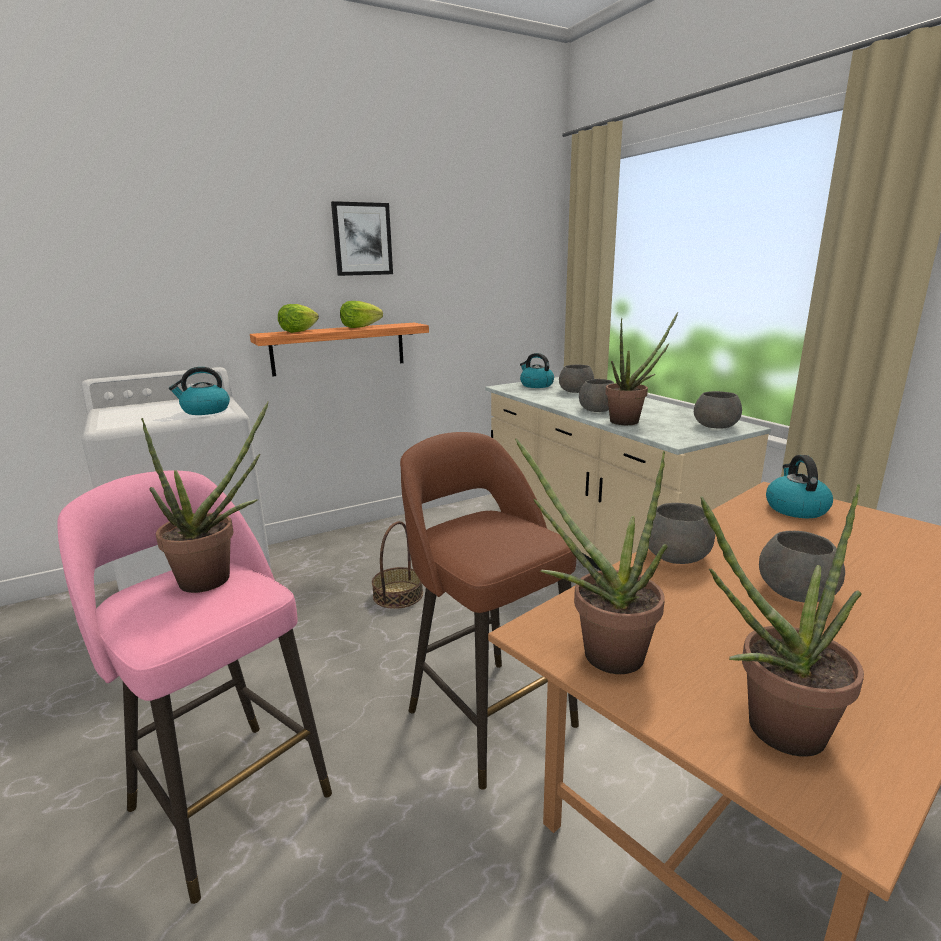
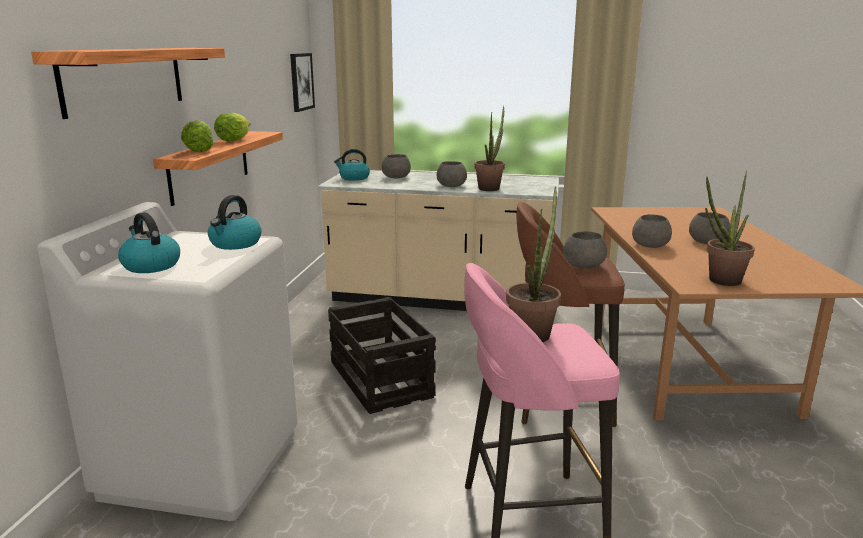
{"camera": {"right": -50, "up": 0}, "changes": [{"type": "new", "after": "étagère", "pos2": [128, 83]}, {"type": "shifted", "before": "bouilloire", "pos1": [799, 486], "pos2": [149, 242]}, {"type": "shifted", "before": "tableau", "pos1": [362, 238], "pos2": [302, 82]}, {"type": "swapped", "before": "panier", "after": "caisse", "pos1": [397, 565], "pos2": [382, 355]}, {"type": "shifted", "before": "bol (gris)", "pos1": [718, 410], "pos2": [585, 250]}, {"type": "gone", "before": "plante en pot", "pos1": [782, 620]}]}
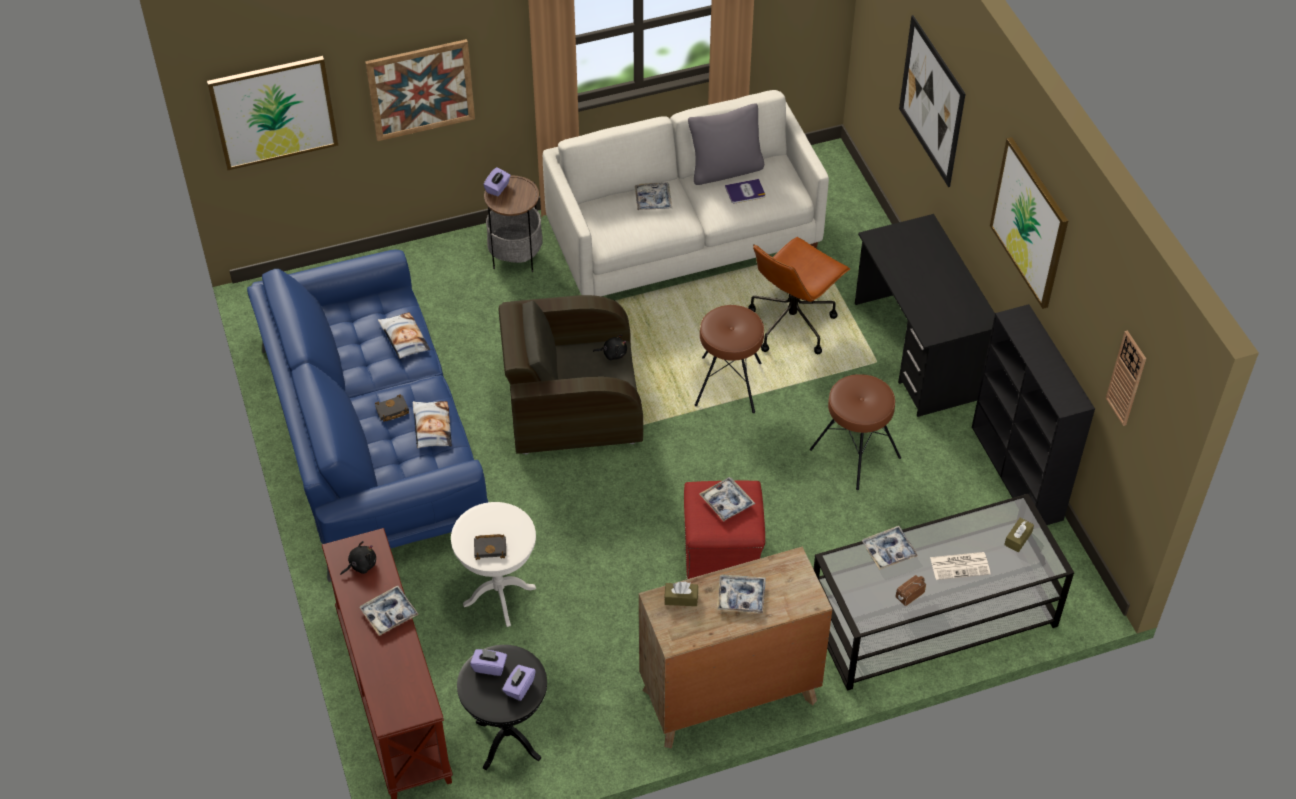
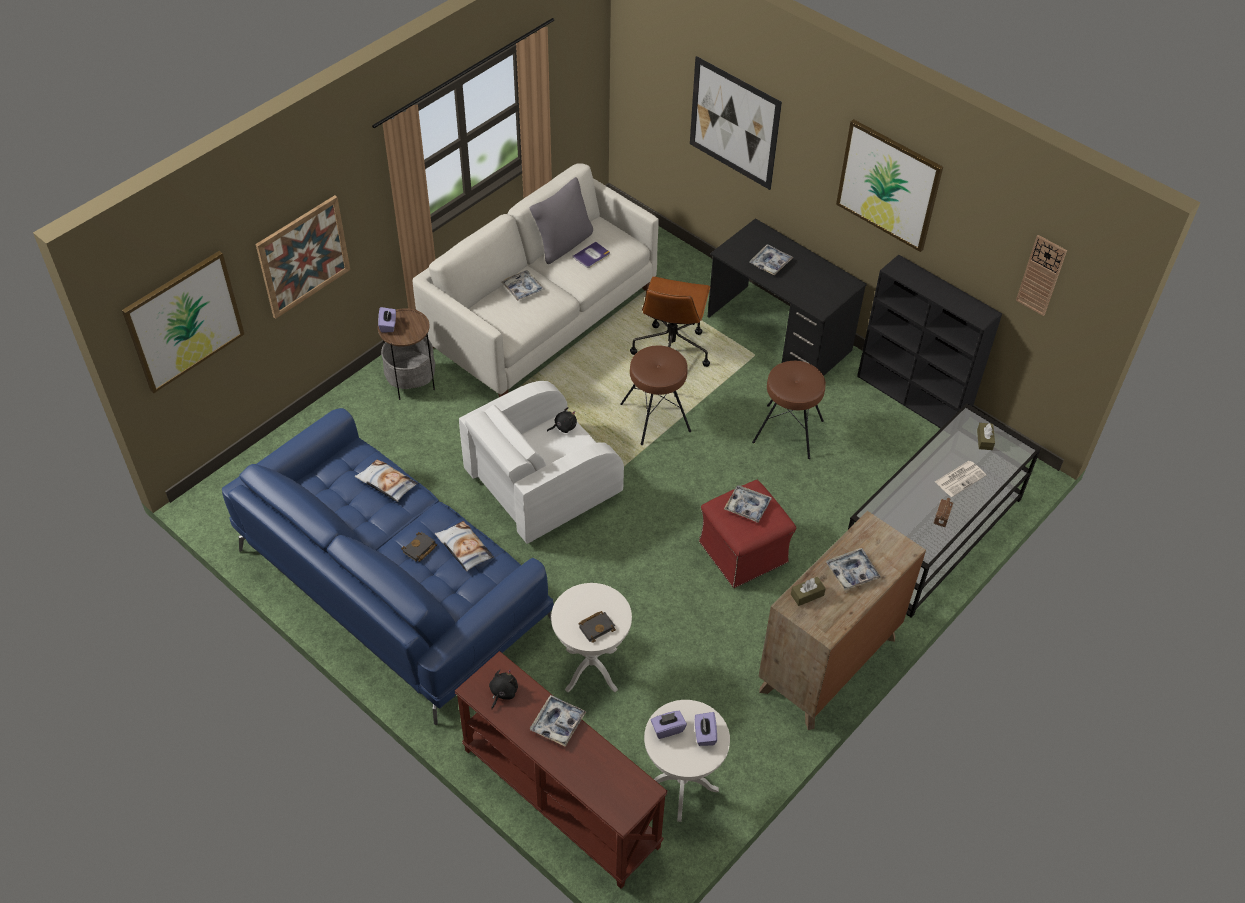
{"camera": {"right": -30, "up": 0}, "changes": [{"type": "repainted", "before": "fauteuil (marron)", "after": "fauteuil (blanc)", "pos1": [570, 375], "pos2": [541, 462]}, {"type": "repainted", "before": "table d'appoint (noir)", "after": "table d'appoint (blanc)", "pos1": [502, 707], "pos2": [687, 761]}, {"type": "shifted", "before": "plateau", "pos1": [889, 548], "pos2": [771, 260]}]}
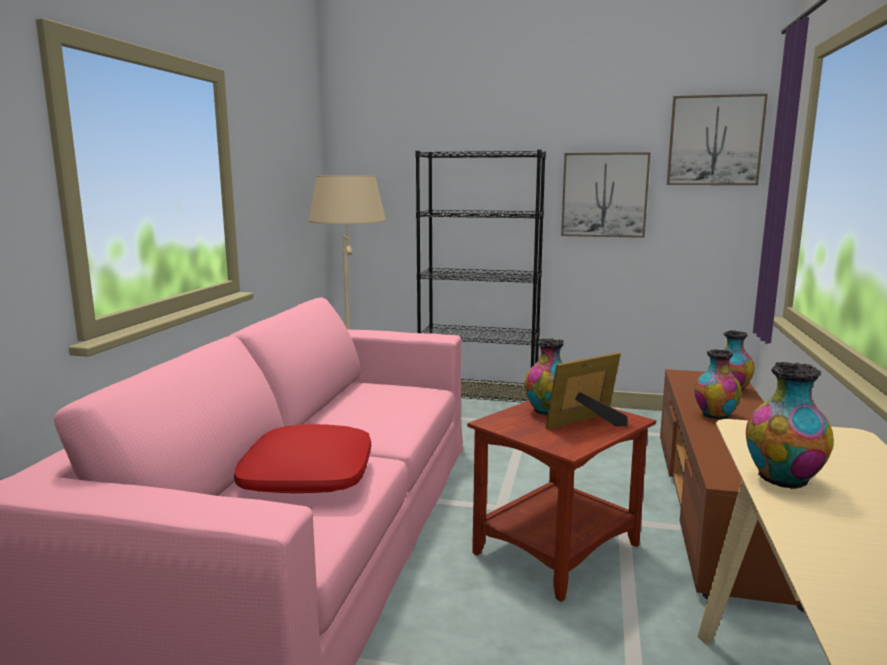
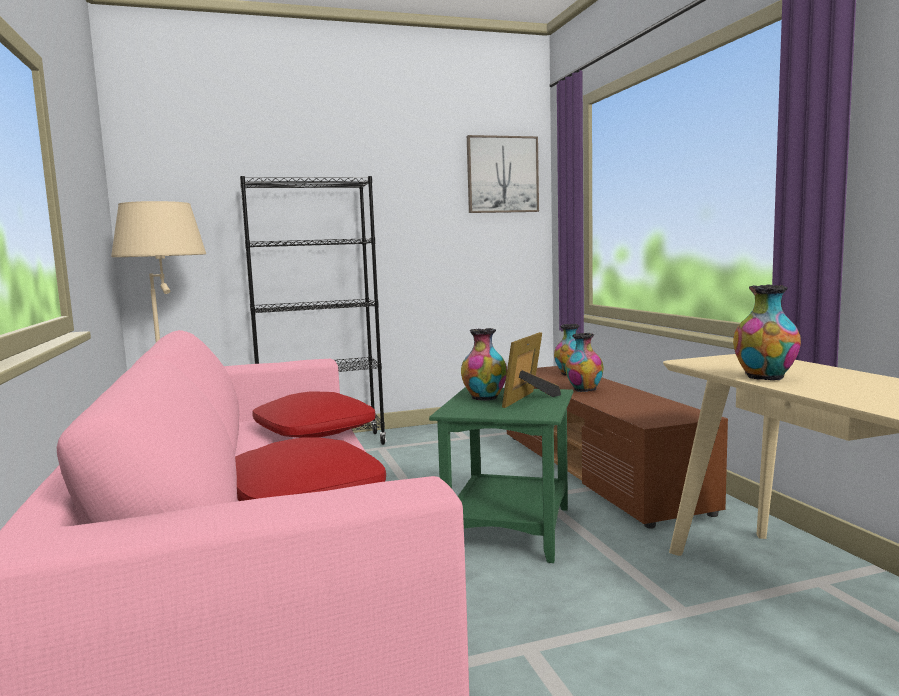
{"camera": {"right": -30, "up": -5}, "changes": [{"type": "new", "after": "coussin (rouge)", "pos2": [314, 414]}, {"type": "repainted", "before": "table d'appoint (marron)", "after": "table d'appoint (vert)", "pos1": [561, 501], "pos2": [501, 475]}, {"type": "gone", "before": "tableau", "pos1": [606, 195]}]}
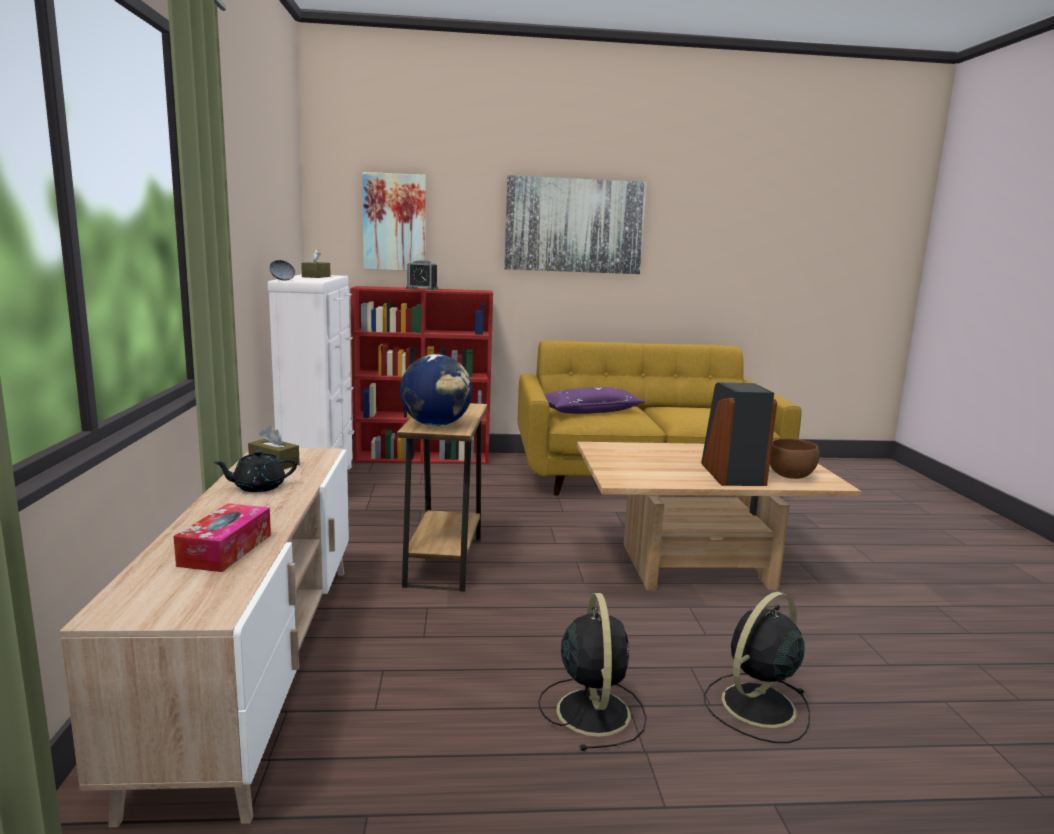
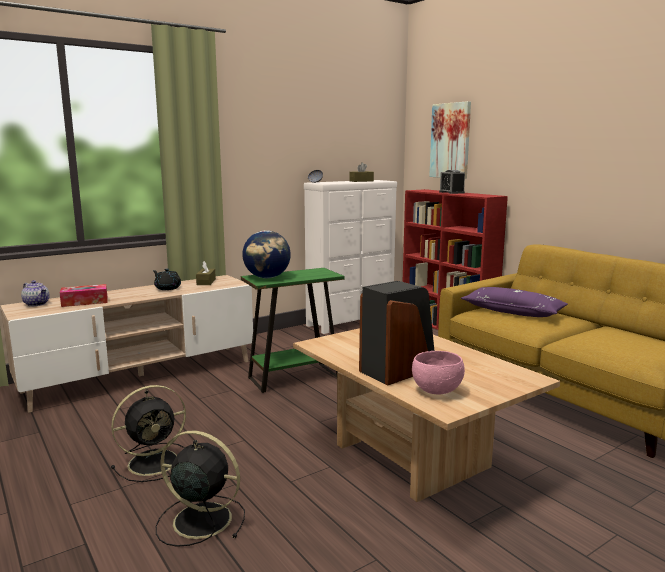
{"camera": {"right": 60, "up": 0}, "changes": [{"type": "new", "after": "théière", "pos2": [35, 293]}, {"type": "repainted", "before": "table d'appoint (marron)", "after": "table d'appoint (vert)", "pos1": [442, 497], "pos2": [292, 330]}, {"type": "repainted", "before": "bol (marron)", "after": "bol (rose)", "pos1": [795, 458], "pos2": [438, 373]}, {"type": "gone", "before": "tableau", "pos1": [575, 224]}]}
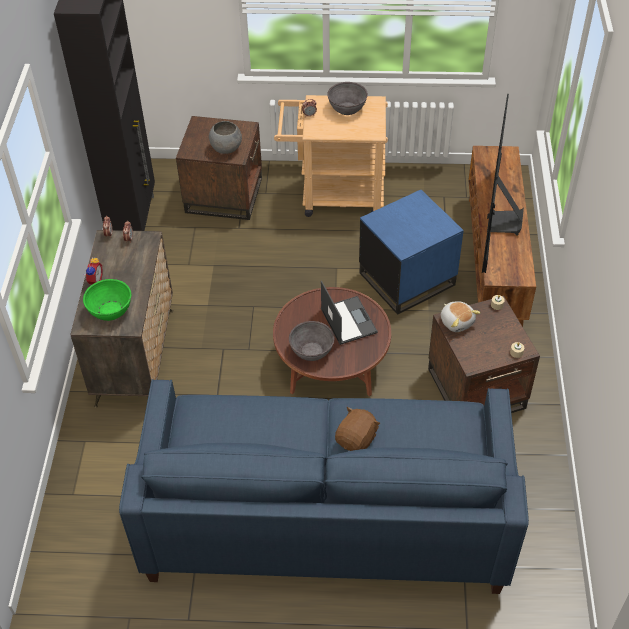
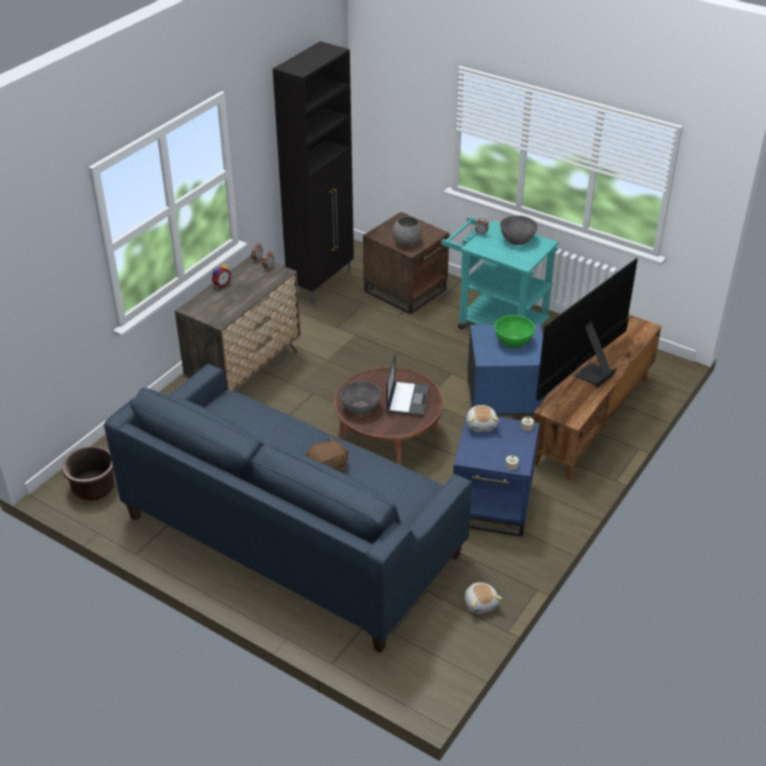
{"camera": {"right": 30, "up": -10}, "changes": [{"type": "new", "after": "cache-pot (marron)", "pos2": [89, 473]}, {"type": "repainted", "before": "chariot (beige)", "after": "chariot (turquoise)", "pos1": [331, 156], "pos2": [500, 273]}, {"type": "repainted", "before": "table d'appoint (marron)", "after": "table d'appoint (bleu)", "pos1": [484, 354], "pos2": [496, 475]}, {"type": "new", "after": "peluche", "pos2": [483, 598]}, {"type": "shifted", "before": "bol (vert)", "pos1": [107, 300], "pos2": [514, 331]}]}
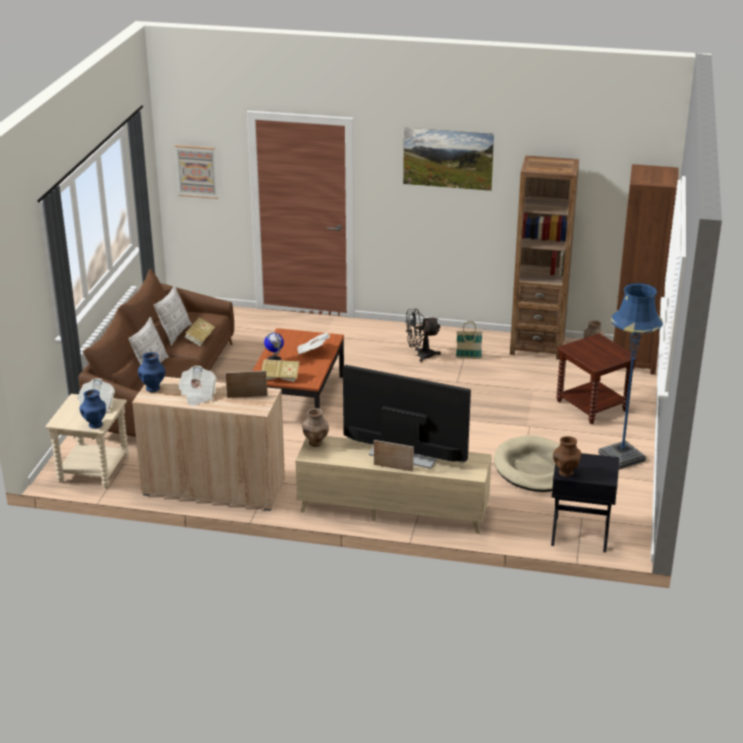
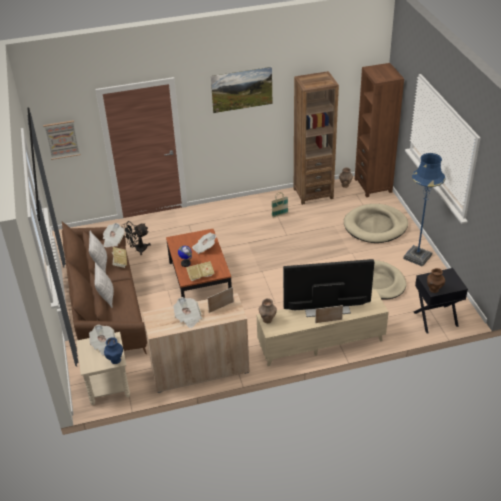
{"camera": {"right": -25, "up": 10}, "changes": [{"type": "new", "after": "journal", "pos2": [114, 235]}, {"type": "shifted", "before": "ventilateur (noir)", "pos1": [423, 335], "pos2": [136, 238]}, {"type": "swapped", "before": "table d'appoint (marron)", "after": "panier pour chien (beige)", "pos1": [597, 378], "pos2": [376, 223]}, {"type": "gone", "before": "vase (bleu)", "pos1": [151, 372]}]}
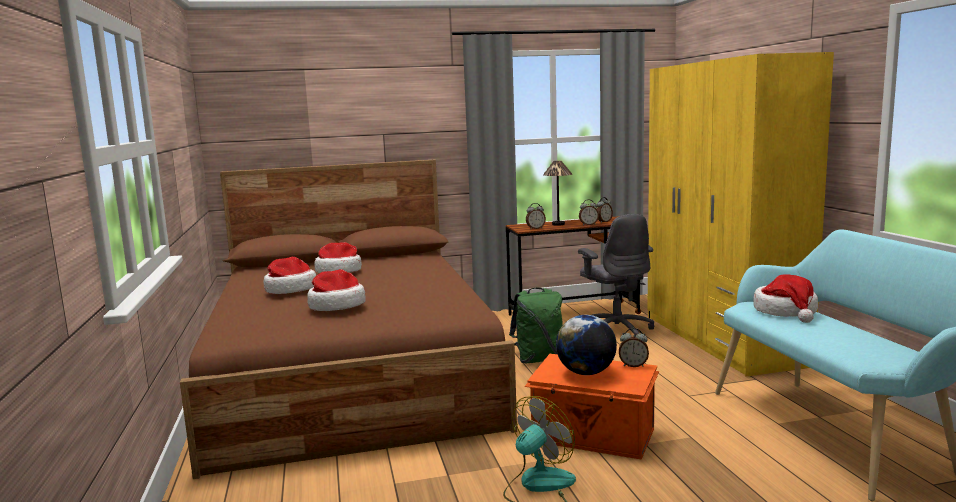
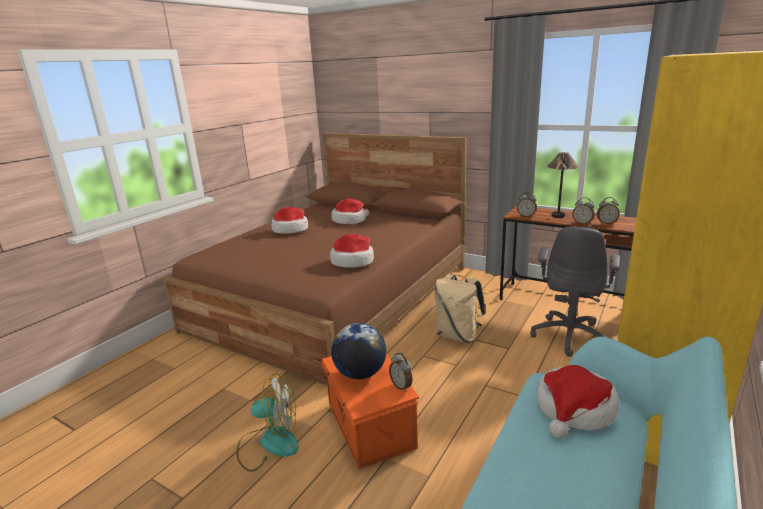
{"camera": {"right": 45, "up": 10}, "changes": [{"type": "shifted", "before": "chapeau", "pos1": [336, 290], "pos2": [352, 251]}, {"type": "repainted", "before": "sac à dos (vert)", "after": "sac à dos (beige)", "pos1": [536, 325], "pos2": [460, 308]}]}
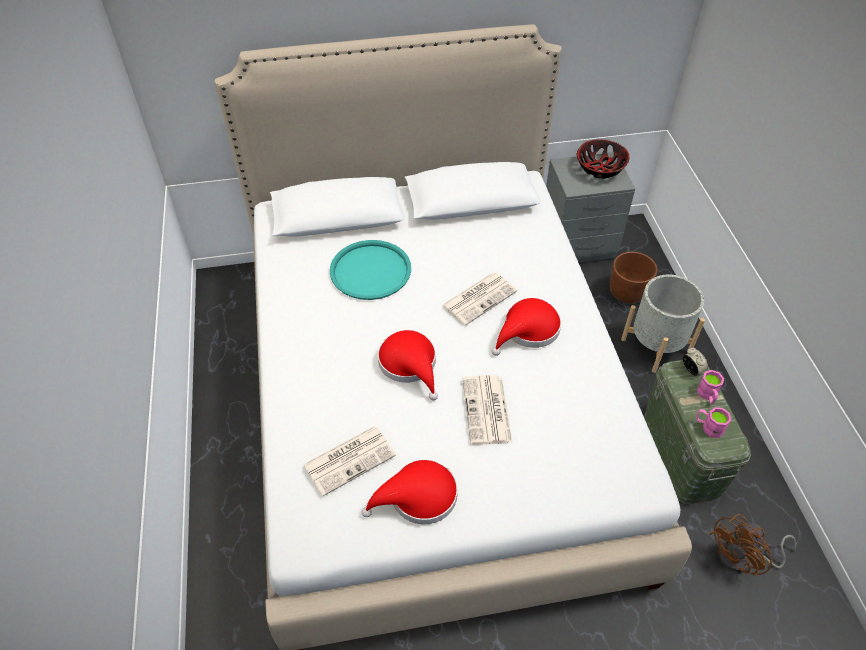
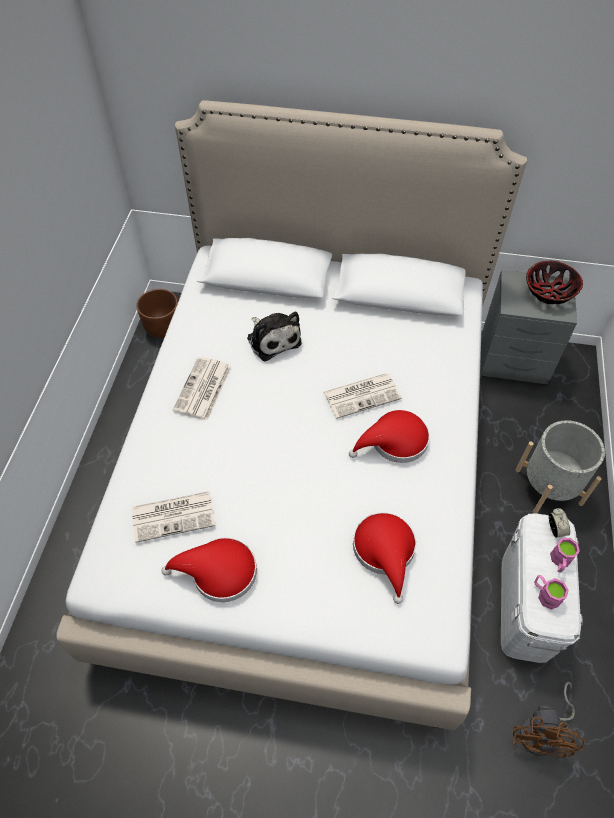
{"camera": {"right": 20, "up": 5}, "changes": [{"type": "shifted", "before": "cache-pot (marron)", "pos1": [633, 278], "pos2": [157, 313]}, {"type": "shifted", "before": "journal", "pos1": [487, 410], "pos2": [202, 388]}, {"type": "swapped", "before": "plateau (turquoise)", "after": "peluche", "pos1": [370, 270], "pos2": [274, 336]}, {"type": "shifted", "before": "chapeau (rouge)", "pos1": [408, 365], "pos2": [384, 558]}, {"type": "repainted", "before": "boîte de rangement (vert)", "after": "boîte de rangement (blanc)", "pos1": [697, 432], "pos2": [542, 588]}, {"type": "rotated", "before": "ventilateur (marron)", "pos1": [753, 544], "pos2": [549, 720], "turn": -60}]}
